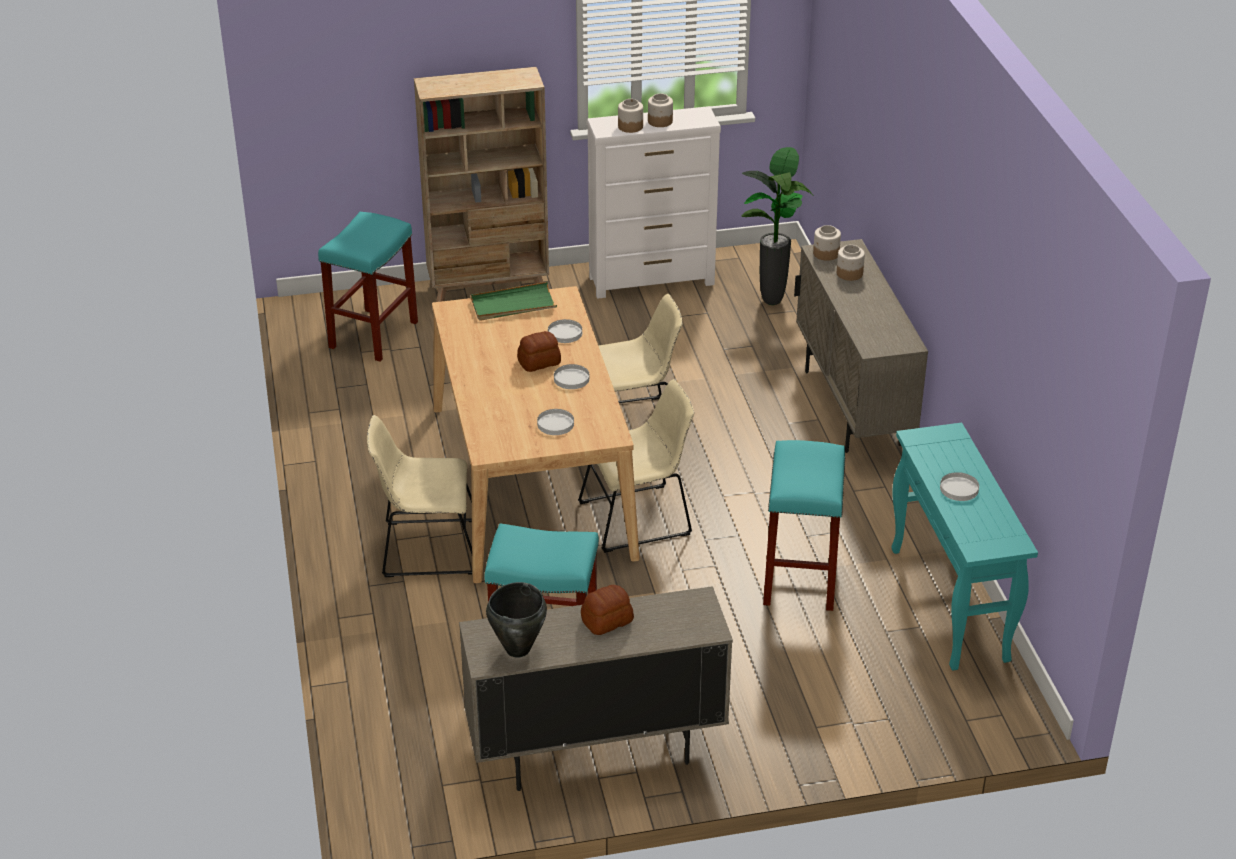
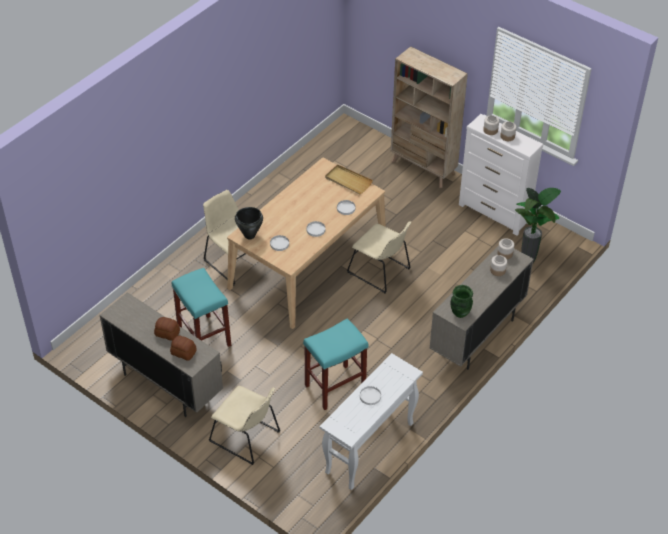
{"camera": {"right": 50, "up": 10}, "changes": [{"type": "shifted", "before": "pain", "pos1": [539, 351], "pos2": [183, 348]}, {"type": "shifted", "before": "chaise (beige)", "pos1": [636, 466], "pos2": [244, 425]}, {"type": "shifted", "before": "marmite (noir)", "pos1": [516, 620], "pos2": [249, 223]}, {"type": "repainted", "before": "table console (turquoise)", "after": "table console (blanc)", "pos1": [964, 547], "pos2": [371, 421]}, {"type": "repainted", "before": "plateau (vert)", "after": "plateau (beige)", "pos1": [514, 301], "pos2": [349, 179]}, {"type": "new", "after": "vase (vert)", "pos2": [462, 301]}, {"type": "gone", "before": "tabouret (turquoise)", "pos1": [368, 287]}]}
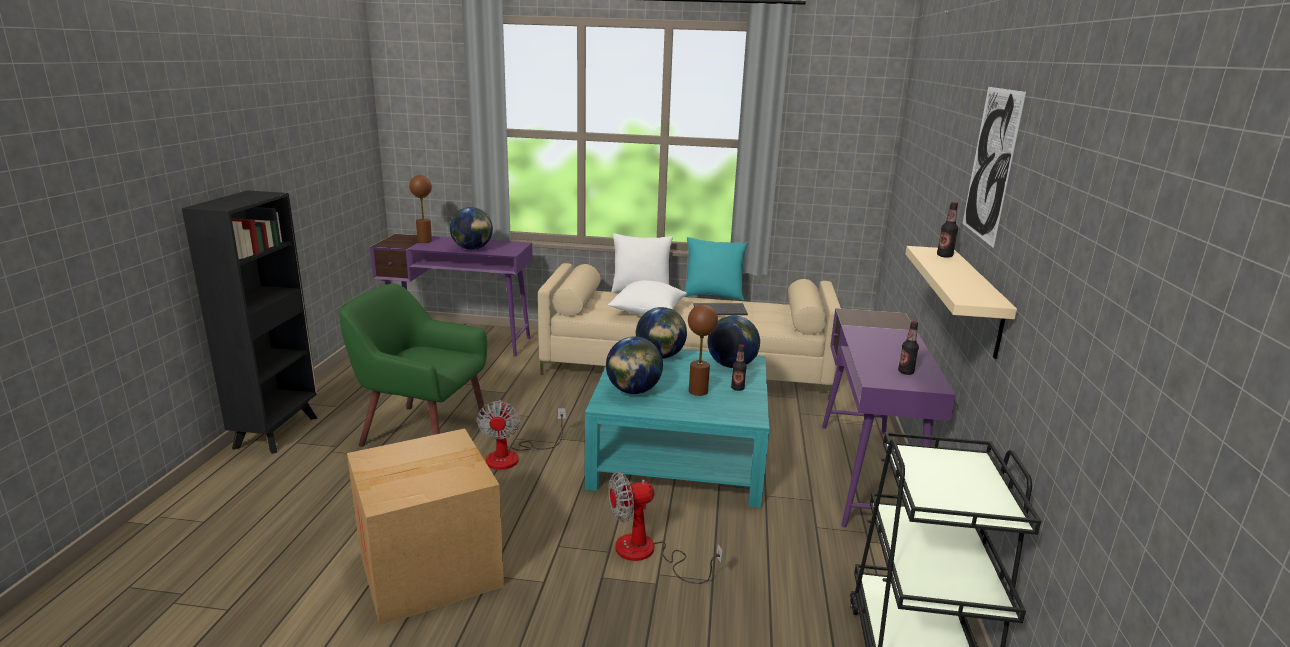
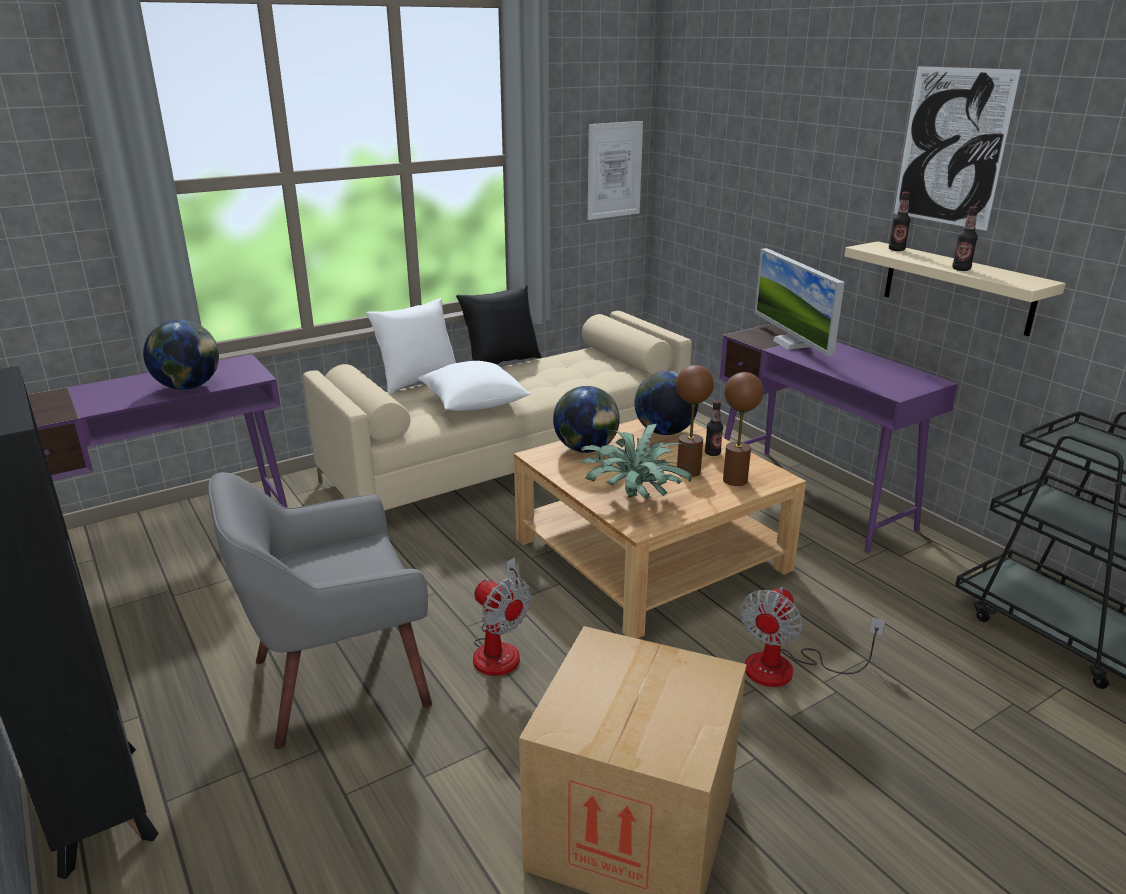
{"camera": {"right": -40, "up": 5}, "changes": [{"type": "repainted", "before": "fauteuil (vert)", "after": "fauteuil (gris)", "pos1": [413, 365], "pos2": [320, 610]}, {"type": "repainted", "before": "coussin (turquoise)", "after": "coussin (noir)", "pos1": [716, 269], "pos2": [499, 324]}, {"type": "repainted", "before": "table basse (turquoise)", "after": "table basse (beige)", "pos1": [677, 428], "pos2": [660, 529]}, {"type": "swapped", "before": "globe", "after": "plante en pot", "pos1": [634, 365], "pos2": [637, 461]}, {"type": "new", "after": "tableau", "pos2": [615, 170]}, {"type": "shifted", "before": "lampe de table (marron)", "pos1": [420, 209], "pos2": [743, 429]}, {"type": "new", "after": "écran d'ordinateur", "pos2": [799, 302]}, {"type": "shifted", "before": "bouteille", "pos1": [908, 348], "pos2": [965, 238]}, {"type": "gone", "before": "clavier", "pos1": [720, 309]}]}
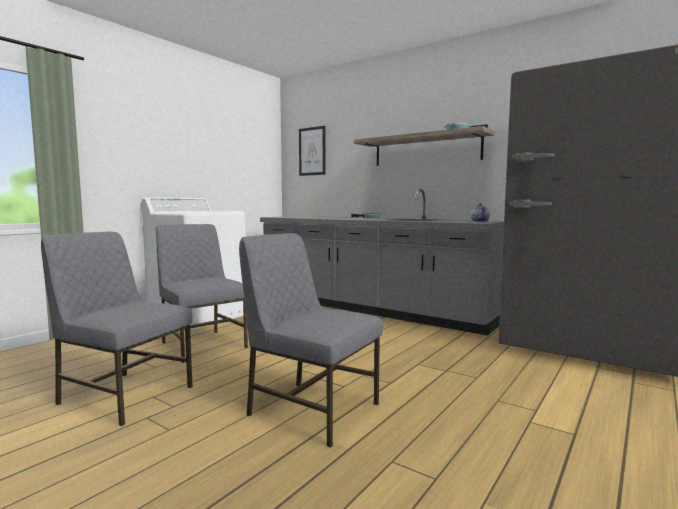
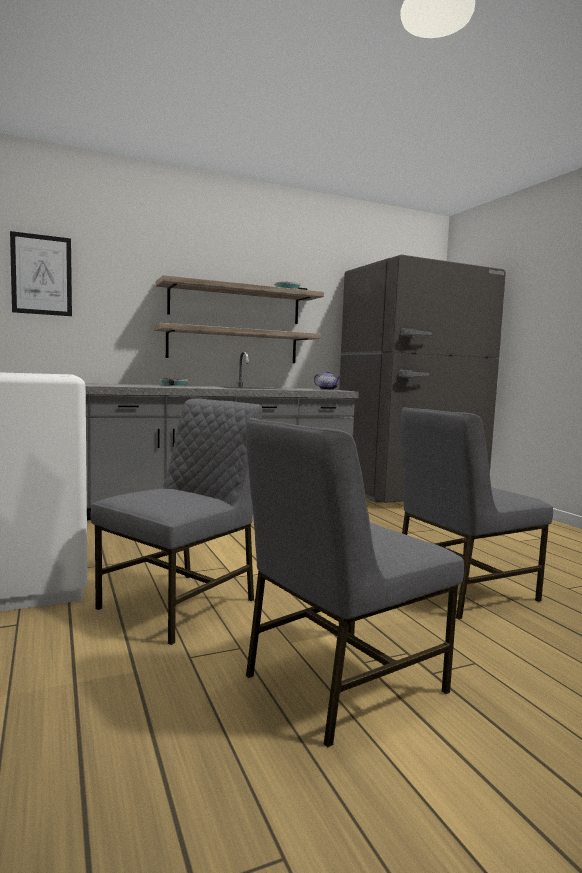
{"camera": {"right": -60, "up": 0}, "changes": [{"type": "rotated", "before": "chaise (gris)", "pos1": [202, 293], "pos2": [176, 521], "turn": 135}, {"type": "new", "after": "étagère", "pos2": [237, 343]}]}
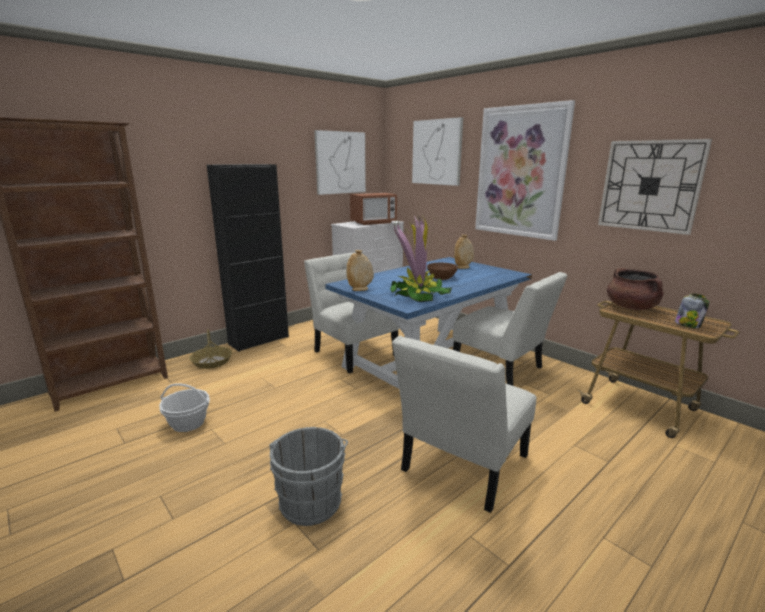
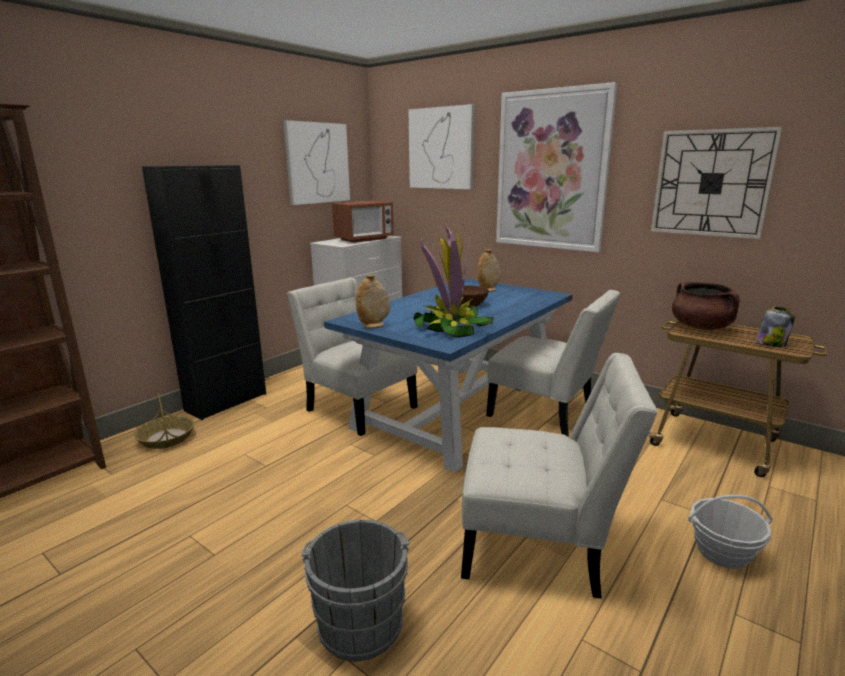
{"camera": {"right": -10, "up": 0}, "changes": [{"type": "rotated", "before": "chaise (blanc)", "pos1": [464, 424], "pos2": [559, 476], "turn": -105}, {"type": "shifted", "before": "panier", "pos1": [184, 407], "pos2": [730, 532]}]}
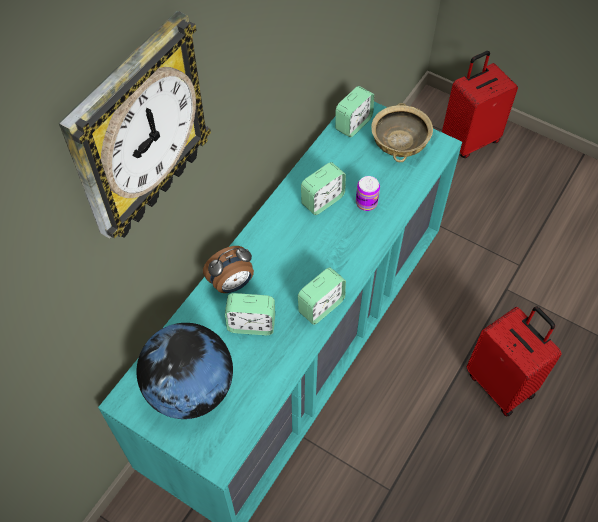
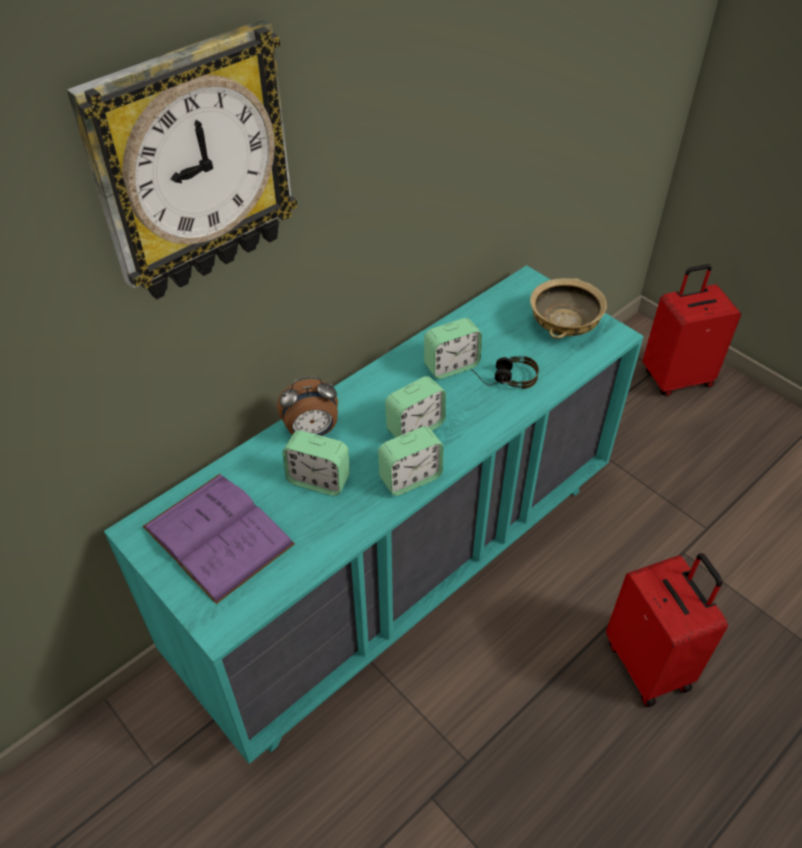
{"camera": {"right": 15, "up": -10}, "changes": [{"type": "swapped", "before": "globe", "after": "livre (violet)", "pos1": [184, 371], "pos2": [218, 539]}, {"type": "shifted", "before": "réveil", "pos1": [354, 112], "pos2": [415, 407]}, {"type": "swapped", "before": "boîte métallique", "after": "casque audio", "pos1": [368, 193], "pos2": [505, 372]}]}
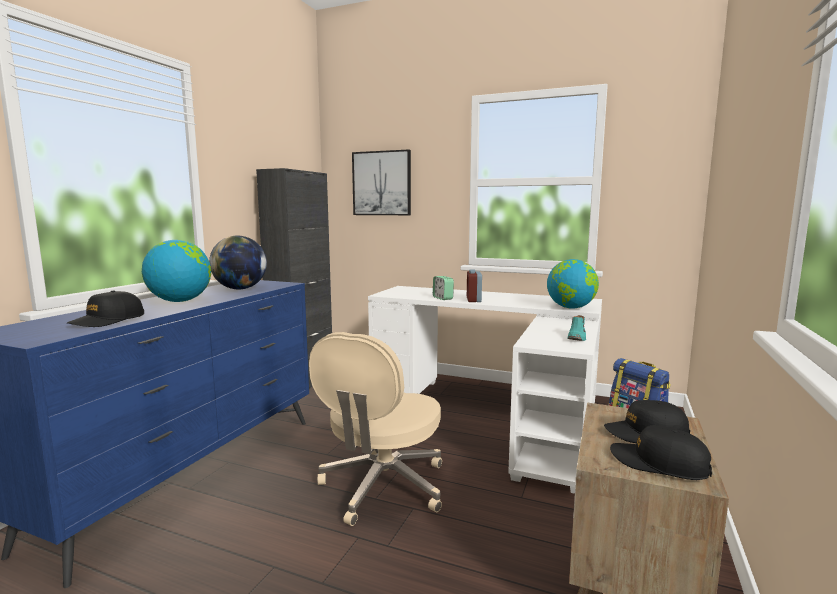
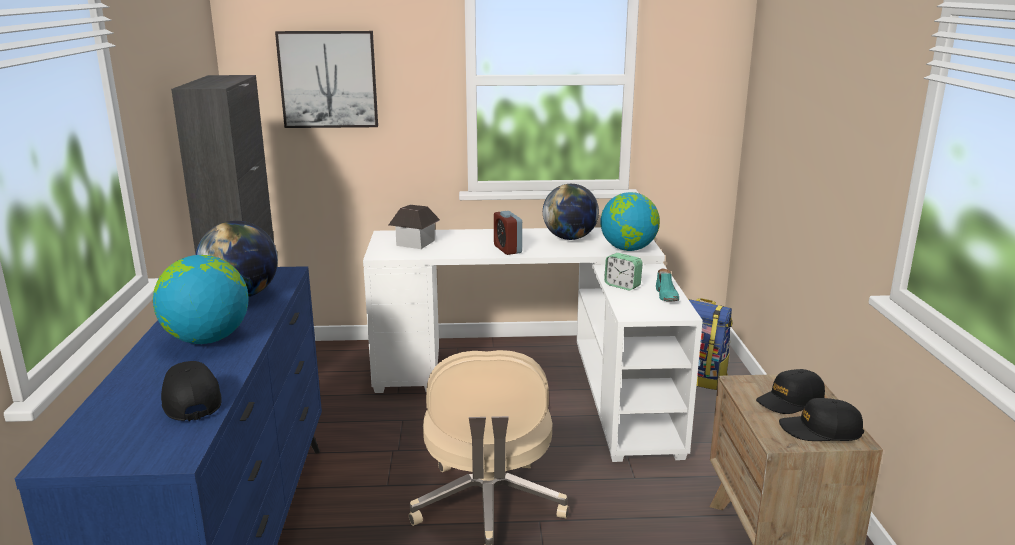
{"camera": {"right": -25, "up": 10}, "changes": [{"type": "rotated", "before": "casquette (noir)", "pos1": [105, 309], "pos2": [191, 391], "turn": 150}, {"type": "new", "after": "maison miniature", "pos2": [414, 227]}, {"type": "new", "after": "globe", "pos2": [571, 212]}, {"type": "shifted", "before": "réveil", "pos1": [443, 288], "pos2": [623, 271]}]}
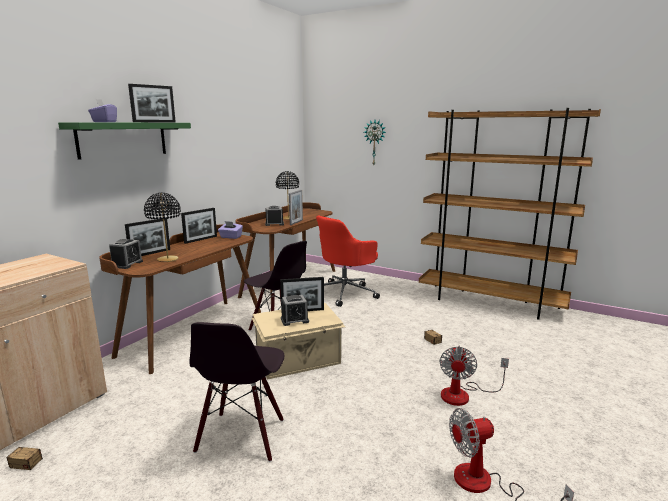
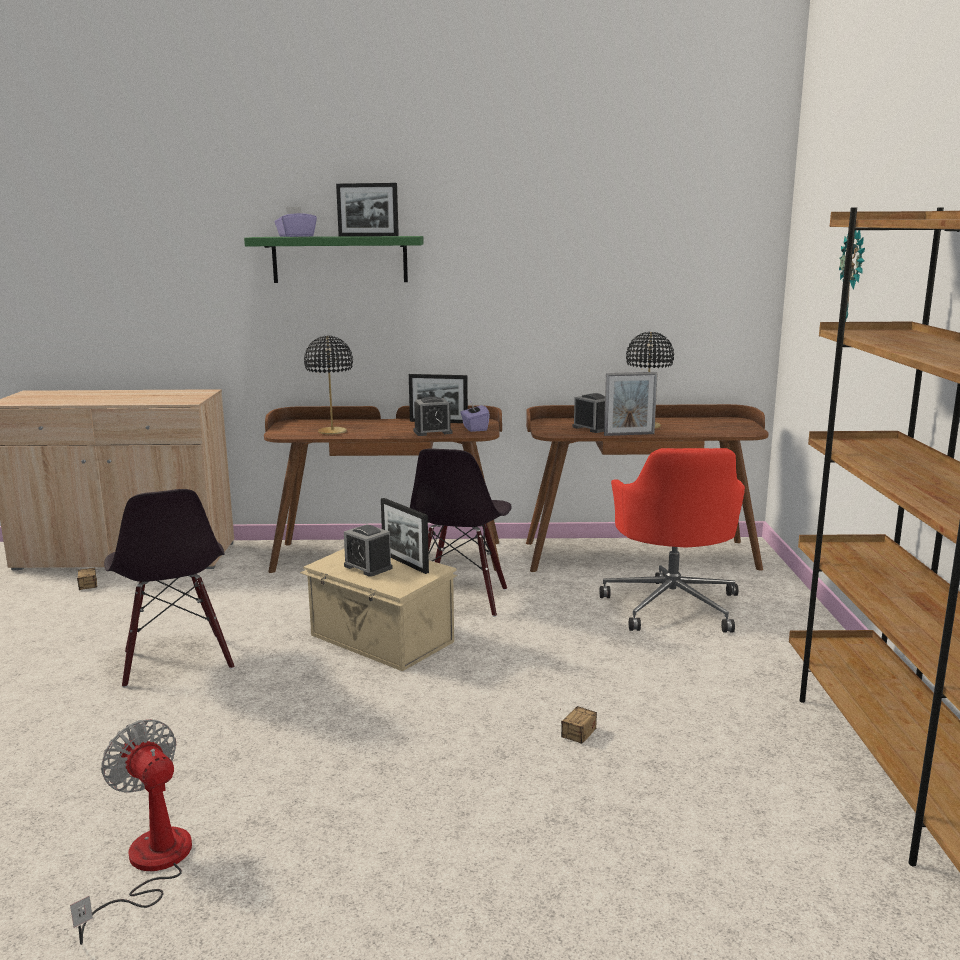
{"camera": {"right": 60, "up": 0}, "changes": [{"type": "rotated", "before": "chaise (noir)", "pos1": [237, 392], "pos2": [169, 588], "turn": -90}, {"type": "shifted", "before": "réveil", "pos1": [126, 254], "pos2": [433, 416]}, {"type": "rotated", "before": "chaise de bureau (rouge)", "pos1": [348, 261], "pos2": [672, 540], "turn": -105}, {"type": "gone", "before": "cadre photo", "pos1": [147, 237]}, {"type": "gone", "before": "ventilateur", "pos1": [474, 375]}]}
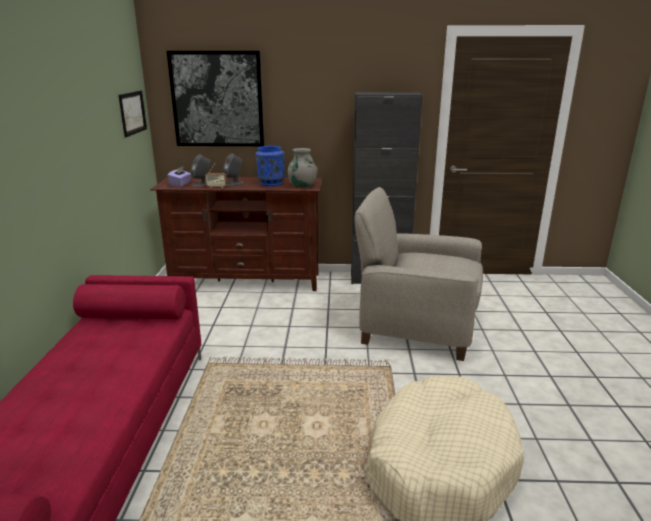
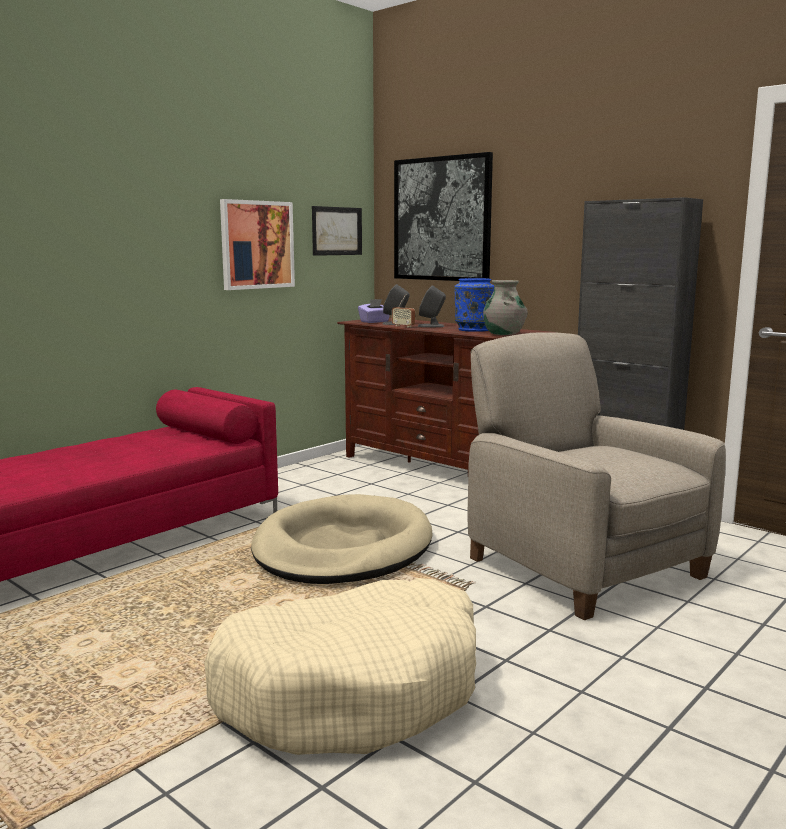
{"camera": {"right": 40, "up": -10}, "changes": [{"type": "new", "after": "tableau", "pos2": [257, 244]}, {"type": "new", "after": "panier pour chien (beige)", "pos2": [341, 539]}]}
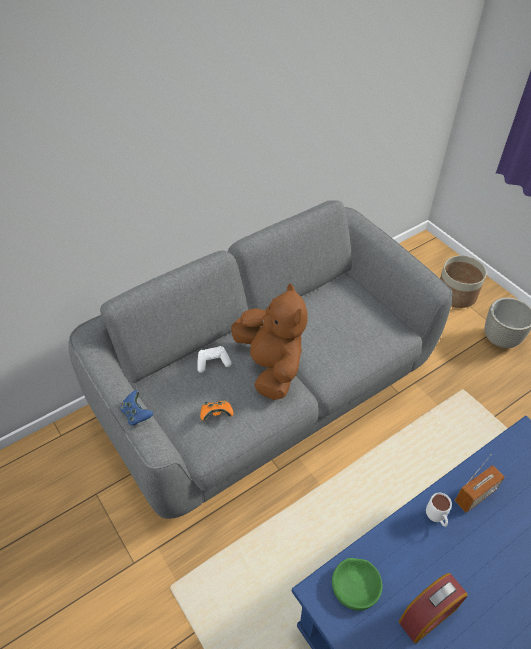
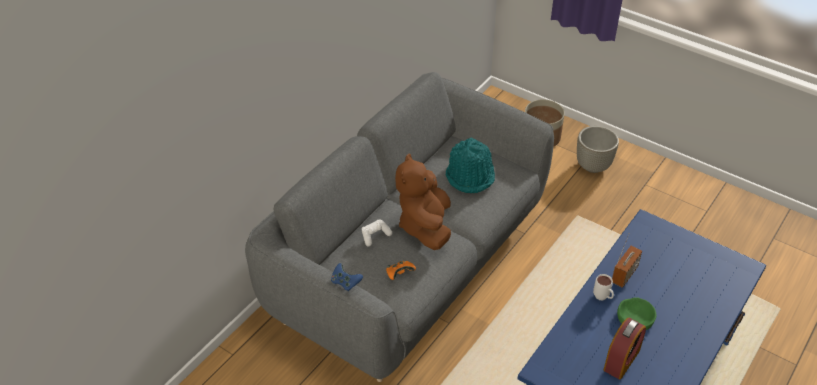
{"camera": {"right": -20, "up": -5}, "changes": [{"type": "rotated", "before": "peluche (marron)", "pos1": [269, 341], "pos2": [423, 201], "turn": -135}, {"type": "new", "after": "chapeau (turquoise)", "pos2": [470, 165]}, {"type": "shifted", "before": "bol (vert)", "pos1": [357, 584], "pos2": [636, 313]}]}
